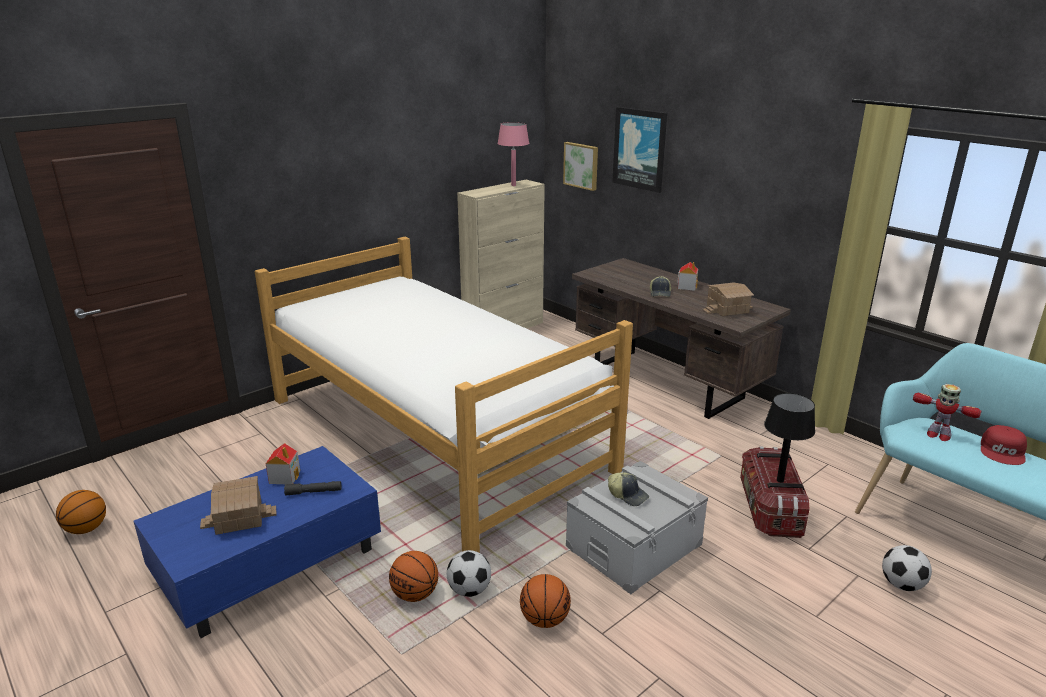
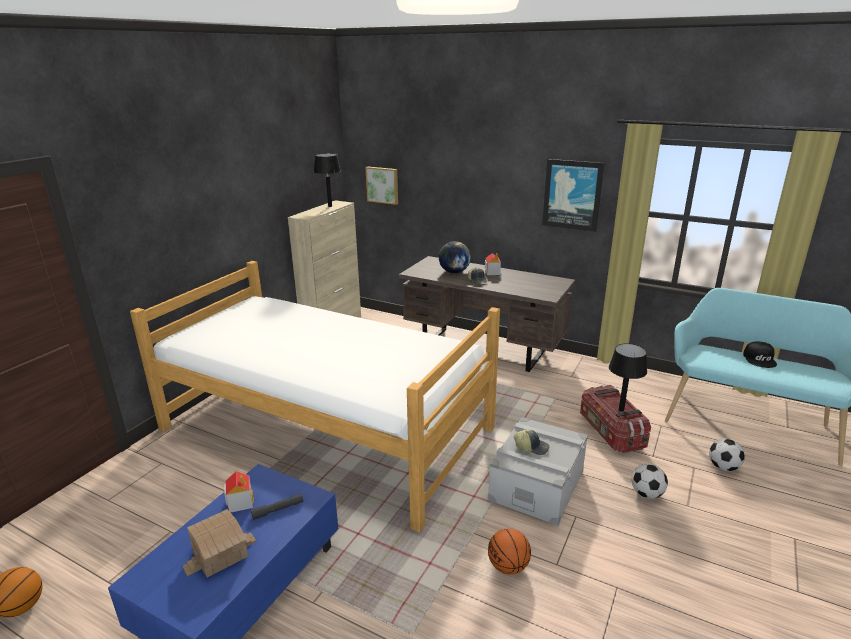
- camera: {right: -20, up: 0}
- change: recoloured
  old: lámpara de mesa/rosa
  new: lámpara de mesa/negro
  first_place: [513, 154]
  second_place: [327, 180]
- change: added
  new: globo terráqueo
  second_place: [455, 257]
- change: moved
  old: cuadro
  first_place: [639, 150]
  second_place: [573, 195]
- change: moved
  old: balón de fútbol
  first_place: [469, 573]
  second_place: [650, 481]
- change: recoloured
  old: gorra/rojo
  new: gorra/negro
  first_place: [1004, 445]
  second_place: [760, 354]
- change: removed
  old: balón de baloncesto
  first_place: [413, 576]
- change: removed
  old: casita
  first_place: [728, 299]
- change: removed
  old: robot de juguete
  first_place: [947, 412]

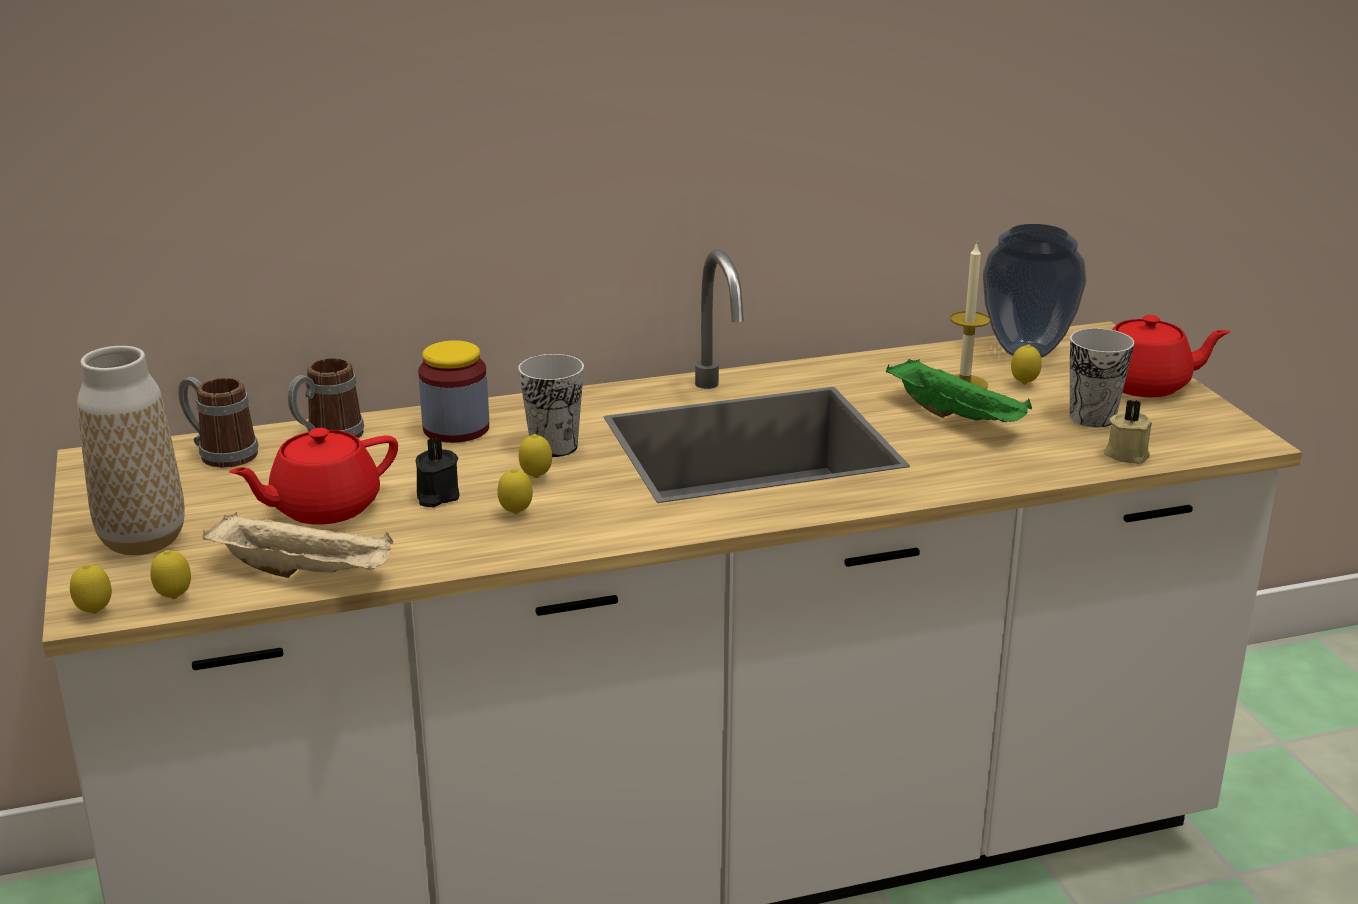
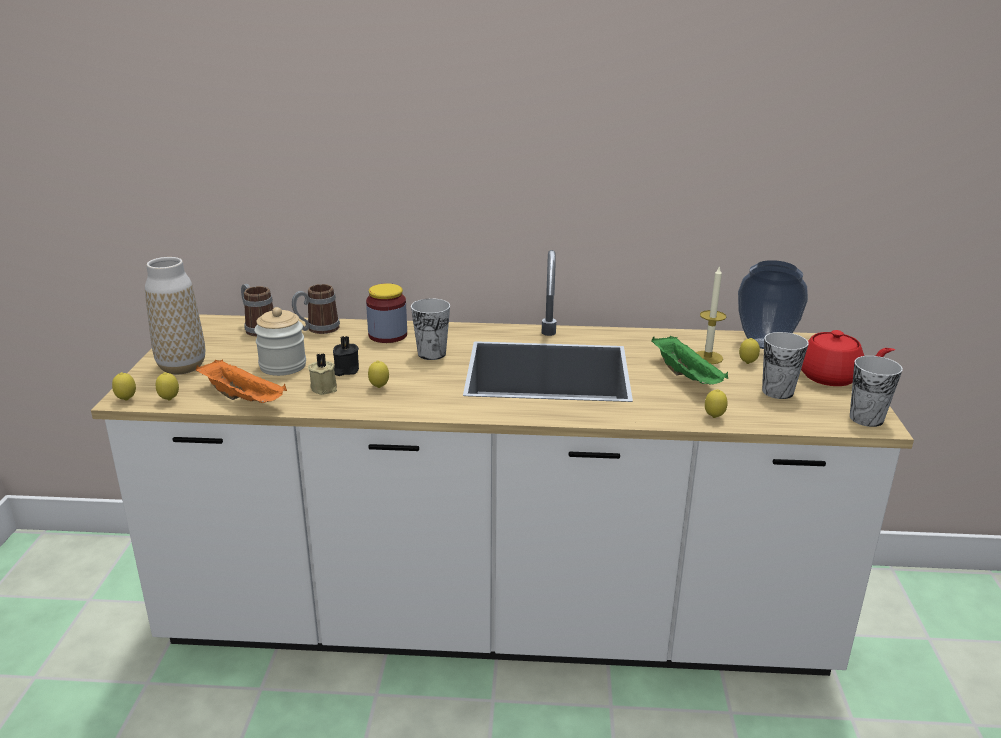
- camera: {right: 20, up: 0}
- change: recoloured
  old: bandeja/beis
  new: bandeja/naranja
  first_place: [297, 545]
  second_place: [241, 381]
- change: replaced
  old: tetera/rojo
  new: tarro
  first_place: [313, 476]
  second_place: [280, 341]
- change: moved
  old: vela/beis
  first_place: [1128, 432]
  second_place: [322, 374]
- change: moved
  old: limón
  first_place: [535, 456]
  second_place: [716, 403]
- change: added
  new: taza
  second_place: [876, 391]

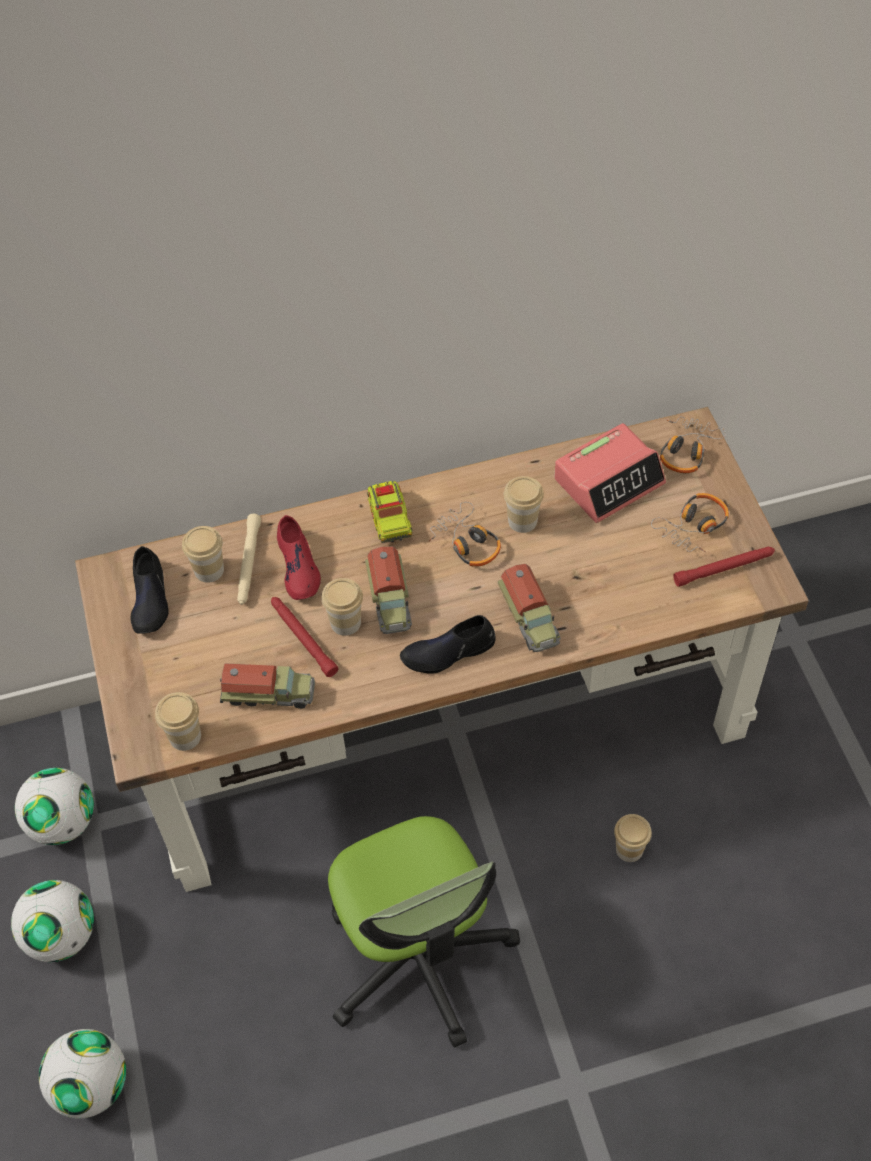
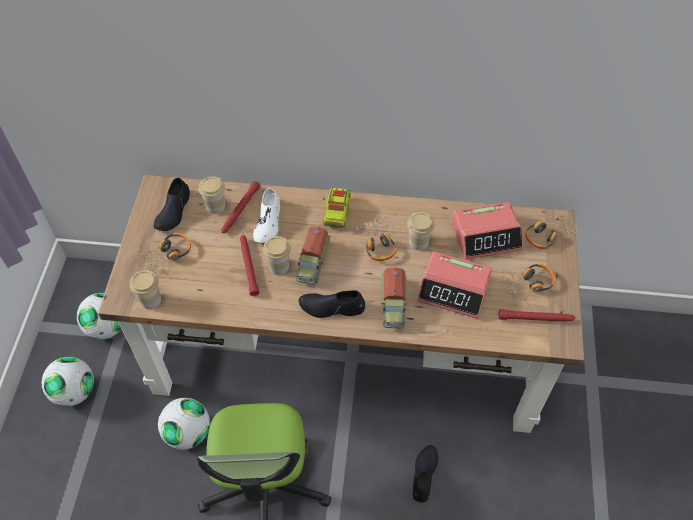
- camera: {right: 20, up: 0}
- change: added
  new: auriculares
  second_place: [163, 253]
- change: moved
  old: balón de fútbol
  first_place: [82, 1074]
  second_place: [184, 424]
- change: recoloured
  old: linterna/beis
  new: linterna/rojo
  first_place: [249, 559]
  second_place: [240, 207]
- change: recoloured
  old: zapato/rojo
  new: zapato/blanco
  first_place: [299, 557]
  second_place: [266, 215]
- change: replaced
  old: taza
  new: zapato/negro
  first_place: [633, 838]
  second_place: [425, 473]
- change: added
  new: despertador
  second_place: [454, 285]
- change: removed
  old: camión de juguete
  first_place: [267, 686]

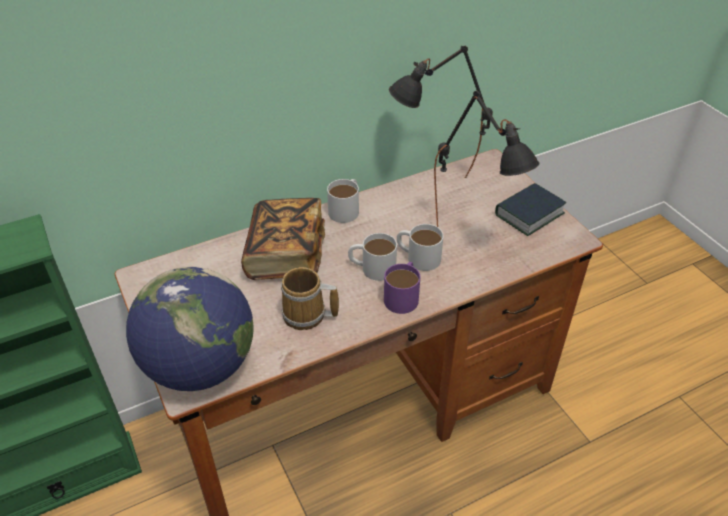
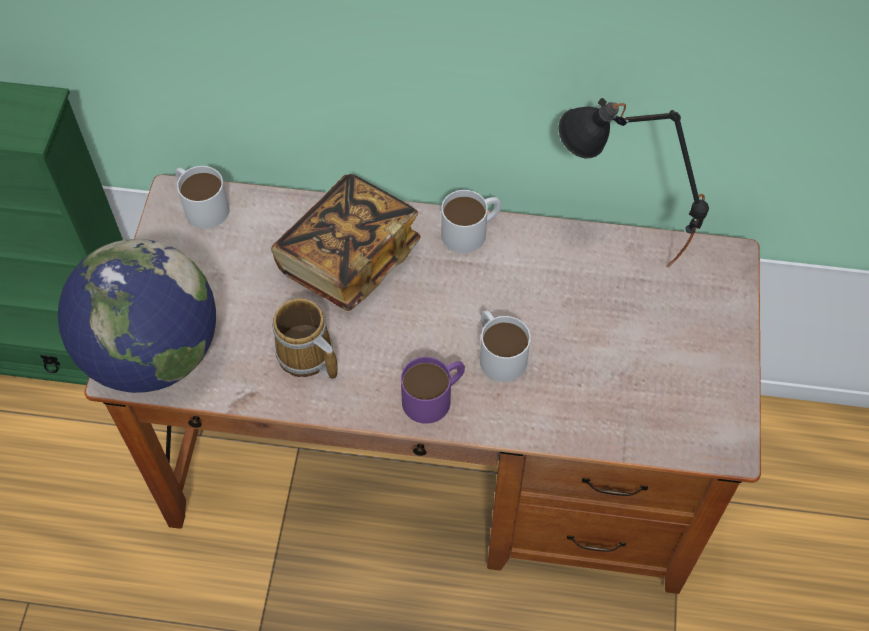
- camera: {right: 35, up: 15}
- change: moved
  old: taza grande/blanco
  first_place: [372, 257]
  second_place: [202, 197]
- change: removed
  old: lámpara de mesa/negro
  first_place: [487, 159]
- change: removed
  old: libro
  first_place: [530, 209]

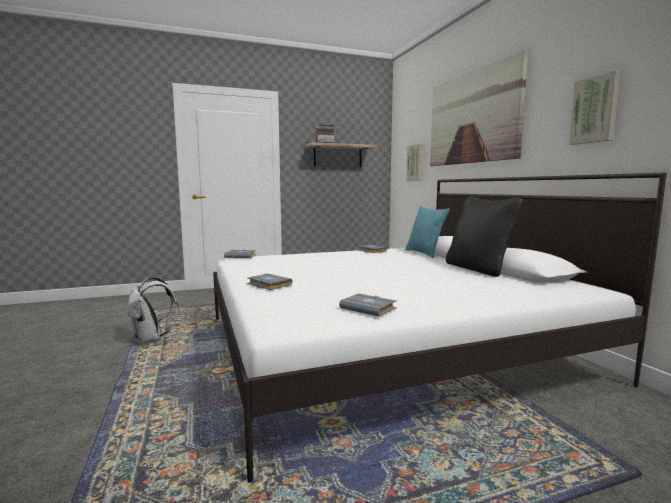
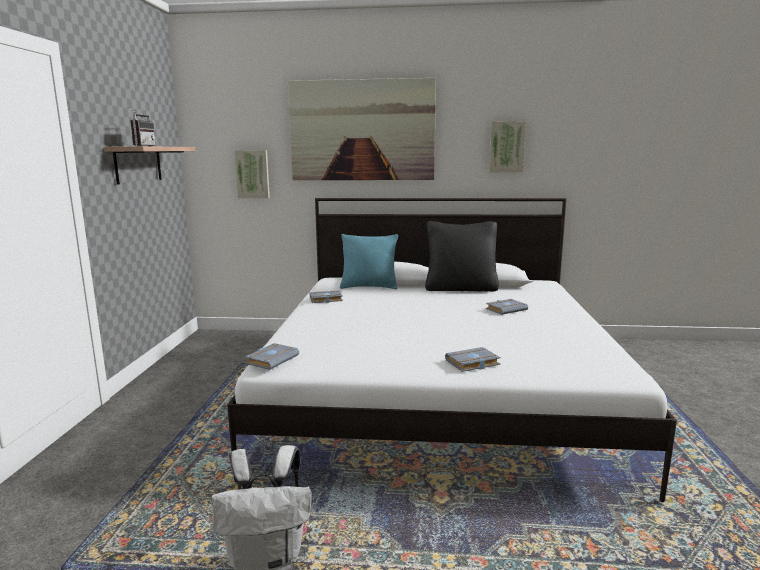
- camera: {right: -65, up: 5}
- change: moved
  old: libro/gris
  first_place: [367, 305]
  second_place: [507, 307]

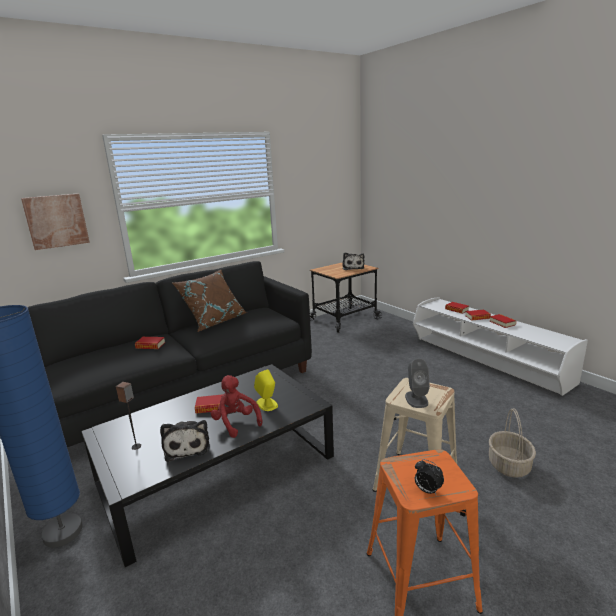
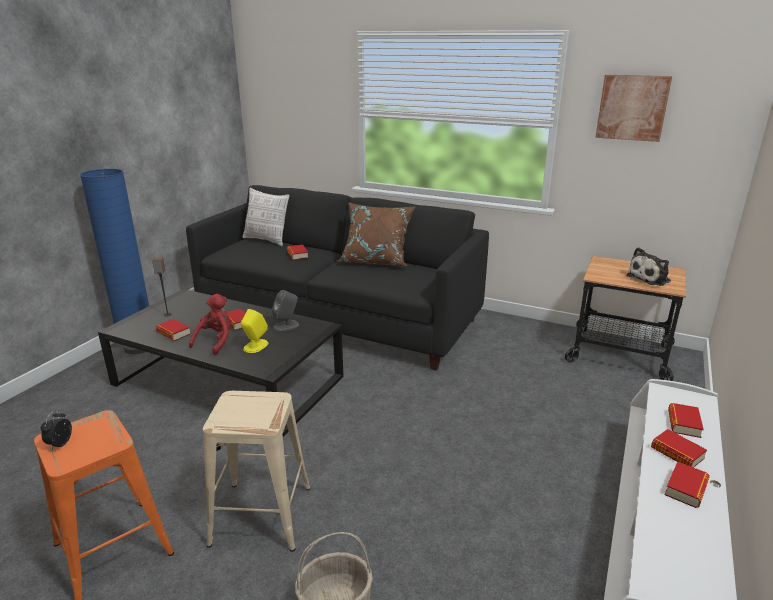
- camera: {right: 60, up: 5}
- change: replaced
  old: peluche
  new: libro
  first_place: [185, 441]
  second_place: [173, 330]
- change: added
  new: cojín
  second_place: [265, 216]
- change: moved
  old: altavoz/gris
  first_place: [417, 383]
  second_place: [285, 310]
- change: moved
  old: cuadro
  first_place: [55, 222]
  second_place: [633, 108]

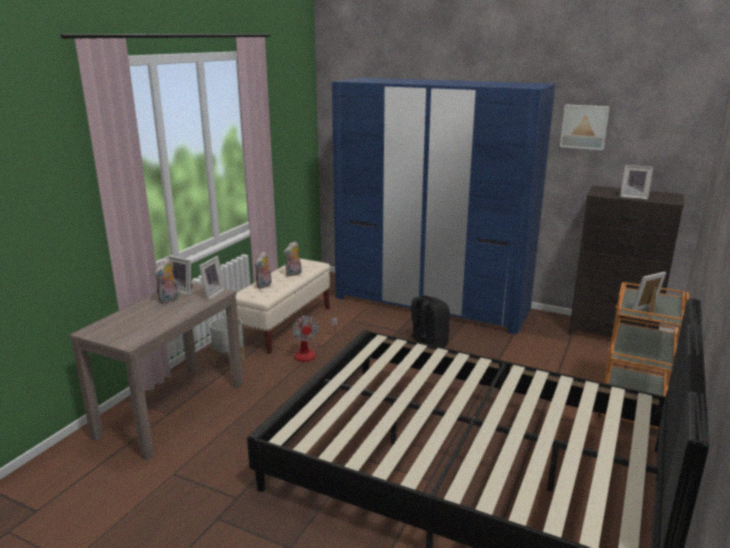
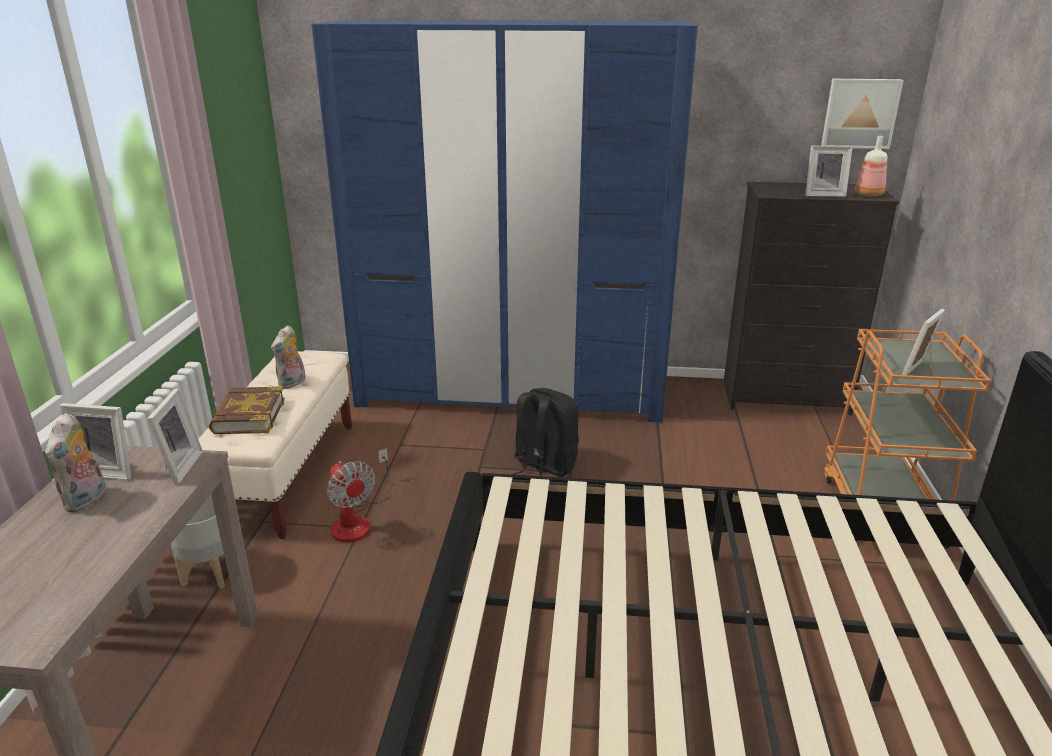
- camera: {right: -20, up: 5}
- change: replaced
  old: peluche
  new: libro
  first_place: [263, 270]
  second_place: [247, 410]
- change: moved
  old: cuadro
  first_place: [585, 127]
  second_place: [862, 114]
- change: added
  new: botella
  second_place: [871, 166]

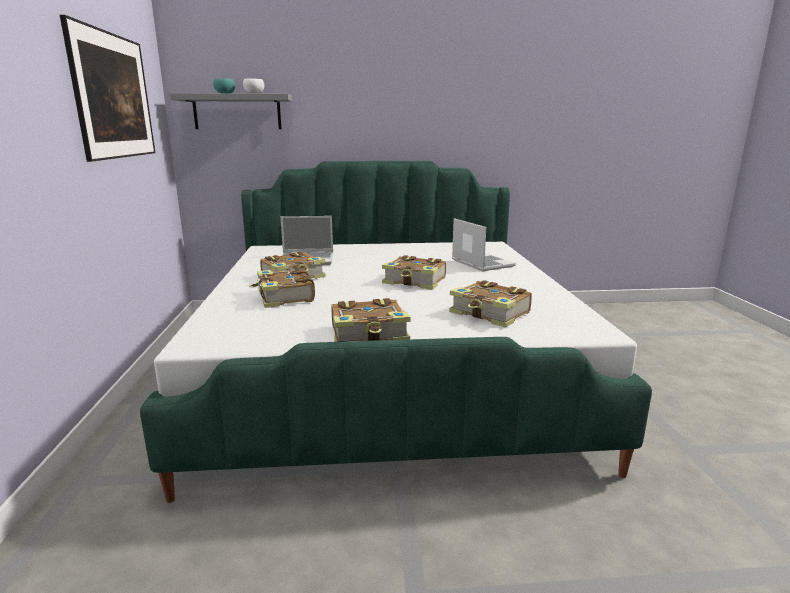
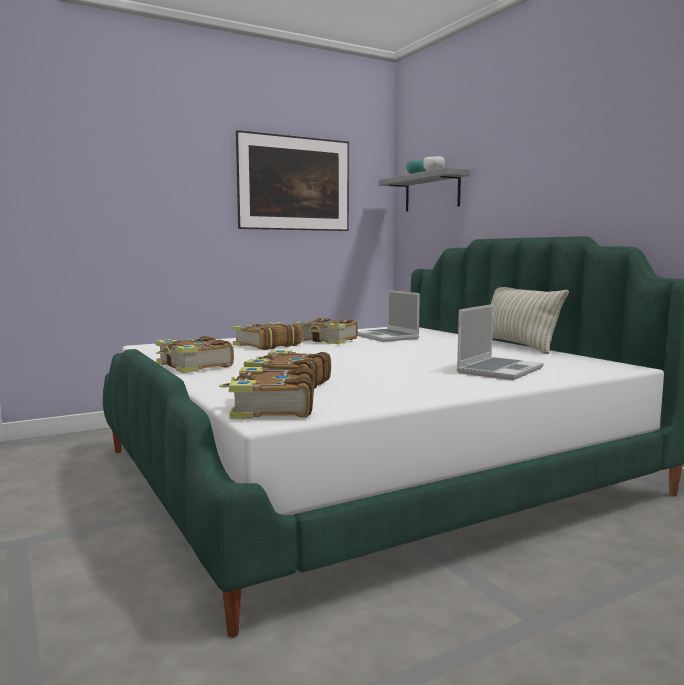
- camera: {right: 65, up: -10}
- change: moved
  old: libro
  first_place: [414, 272]
  second_place: [266, 393]
- change: added
  new: cojín
  second_place: [530, 320]

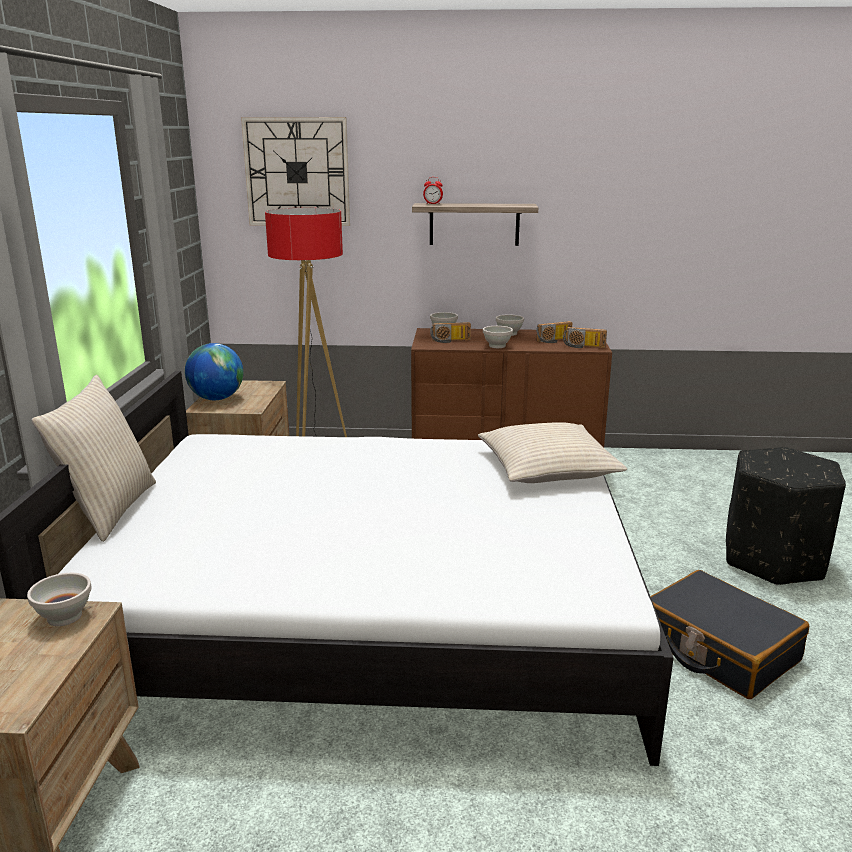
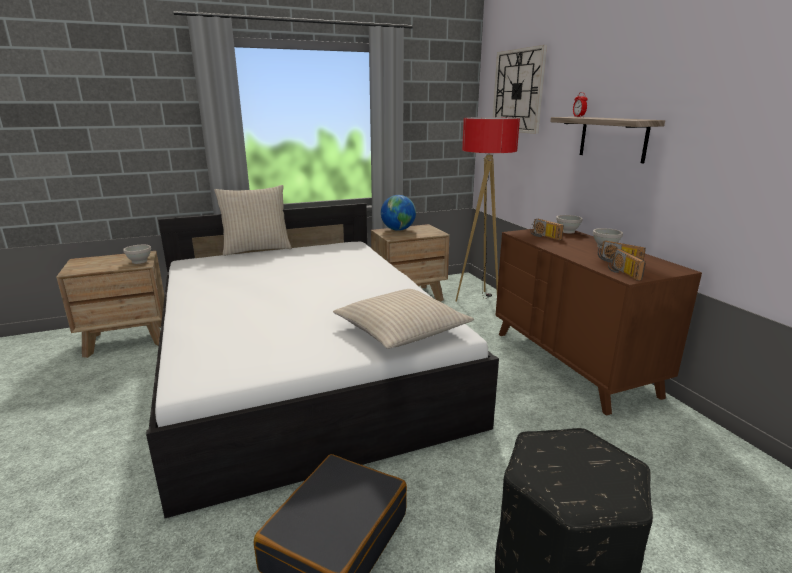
- camera: {right: 65, up: 0}
- change: removed
  old: cuenco/blanco
  first_place: [498, 337]

